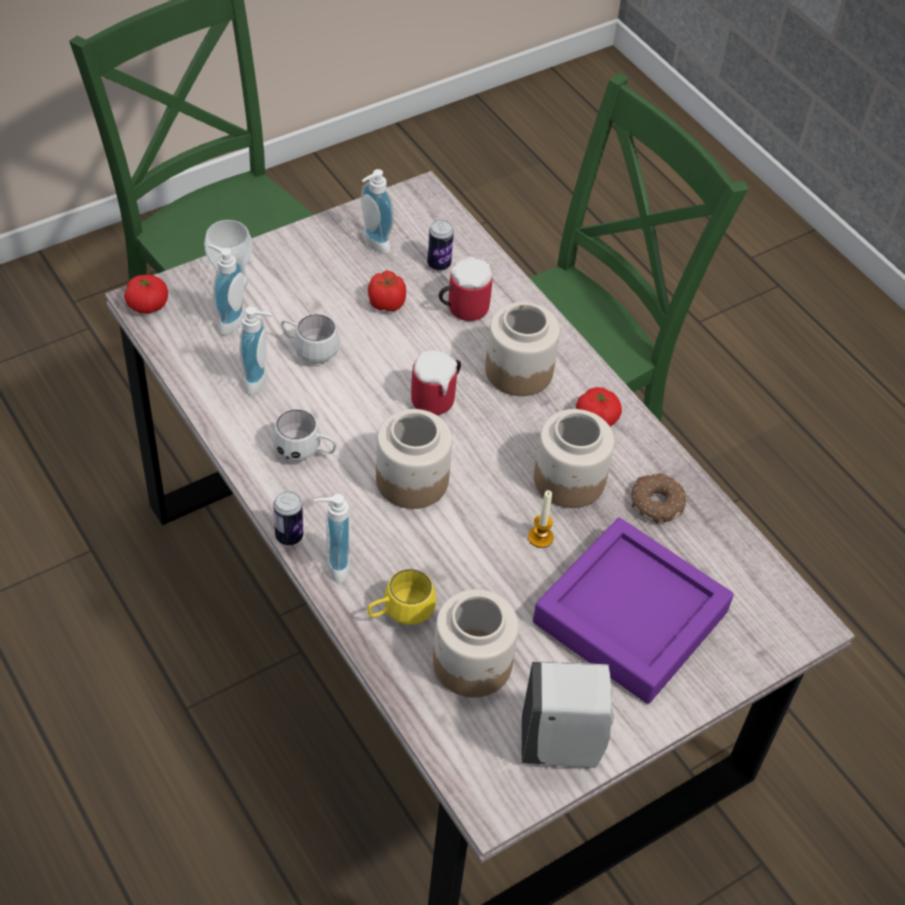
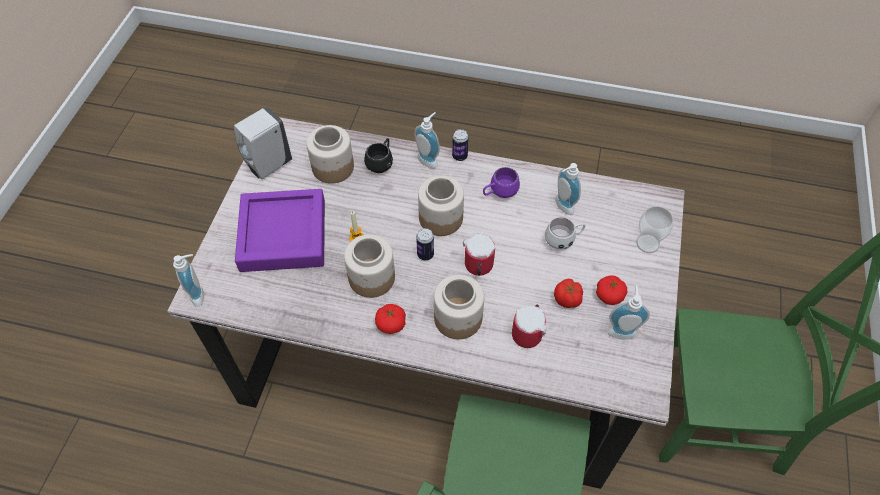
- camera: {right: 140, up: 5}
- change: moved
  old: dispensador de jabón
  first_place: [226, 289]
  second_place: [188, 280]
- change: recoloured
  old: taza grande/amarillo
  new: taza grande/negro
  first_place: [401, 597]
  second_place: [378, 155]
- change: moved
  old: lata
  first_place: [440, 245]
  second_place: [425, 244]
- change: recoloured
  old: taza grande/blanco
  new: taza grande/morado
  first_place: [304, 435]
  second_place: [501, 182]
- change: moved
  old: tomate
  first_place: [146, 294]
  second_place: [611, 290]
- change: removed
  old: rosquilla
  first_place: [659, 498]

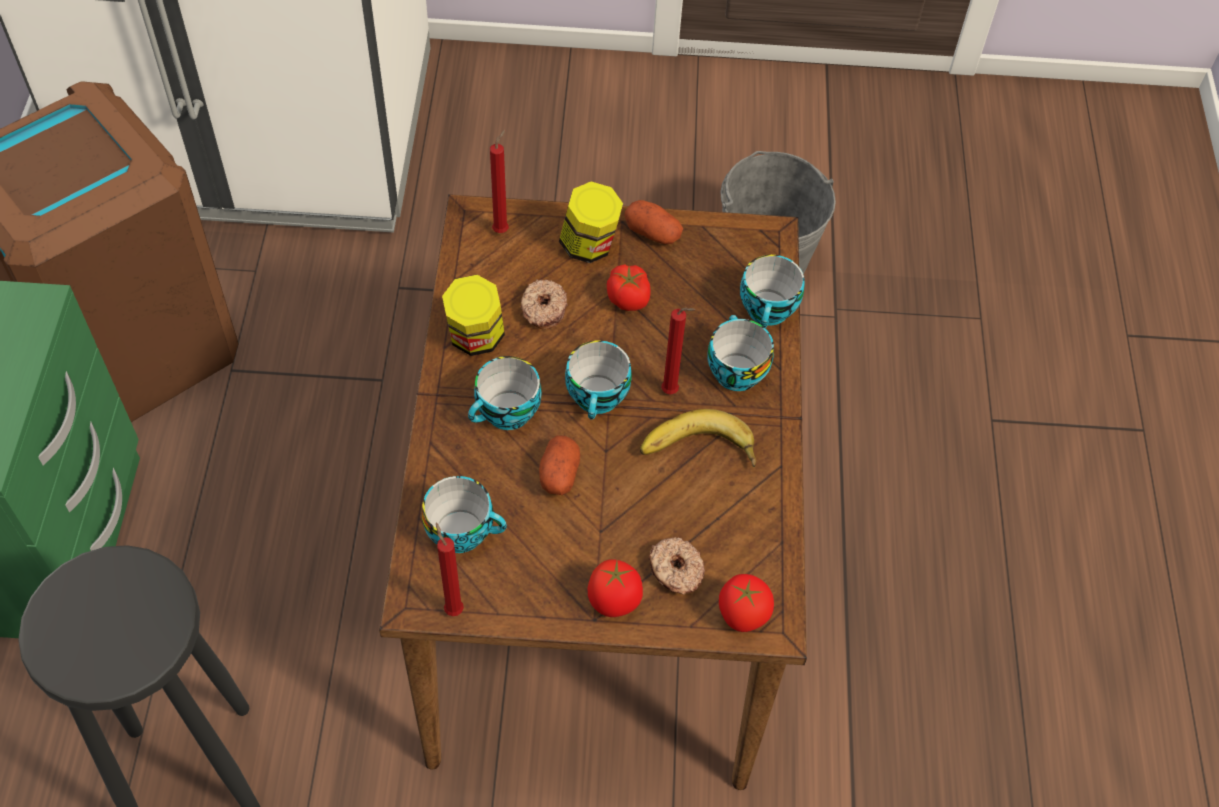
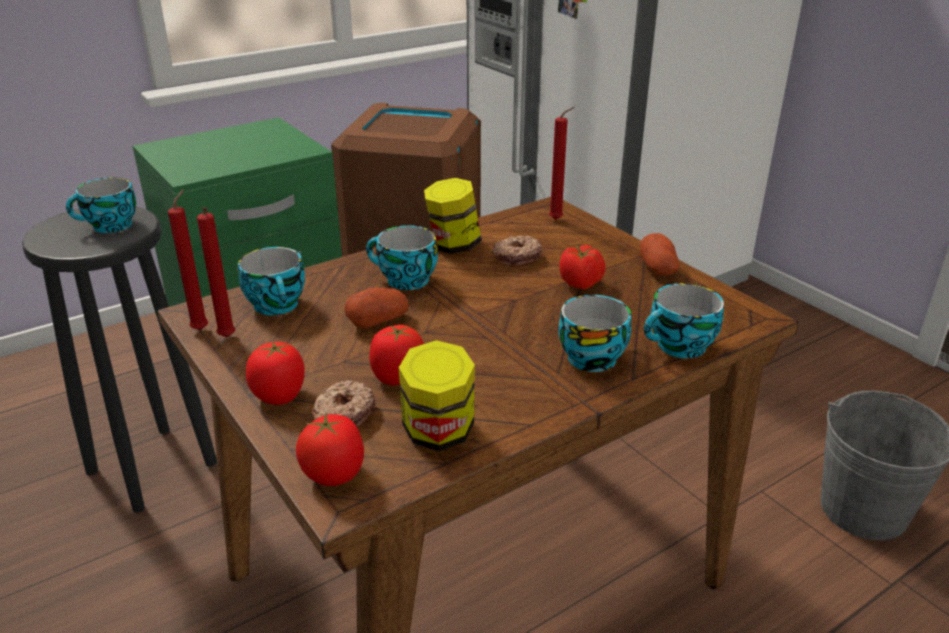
- camera: {right: 55, up: -25}
- change: moved
  old: taza
  first_place: [598, 379]
  second_place: [101, 205]
- change: moved
  old: vela/rojo
  first_place: [678, 351]
  second_place: [216, 272]
- change: added
  new: tomate
  second_place: [396, 355]
- change: moved
  old: tarro
  first_place: [591, 222]
  second_place: [437, 395]
- change: removed
  old: plátano
  first_place: [698, 438]

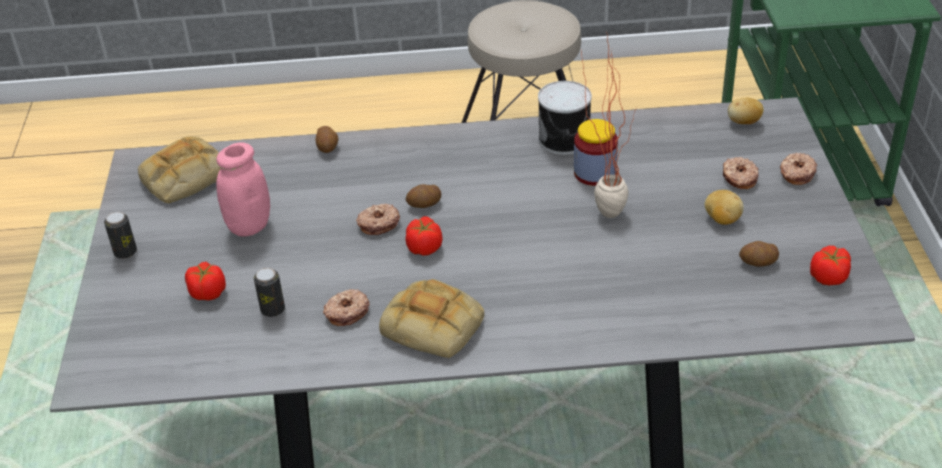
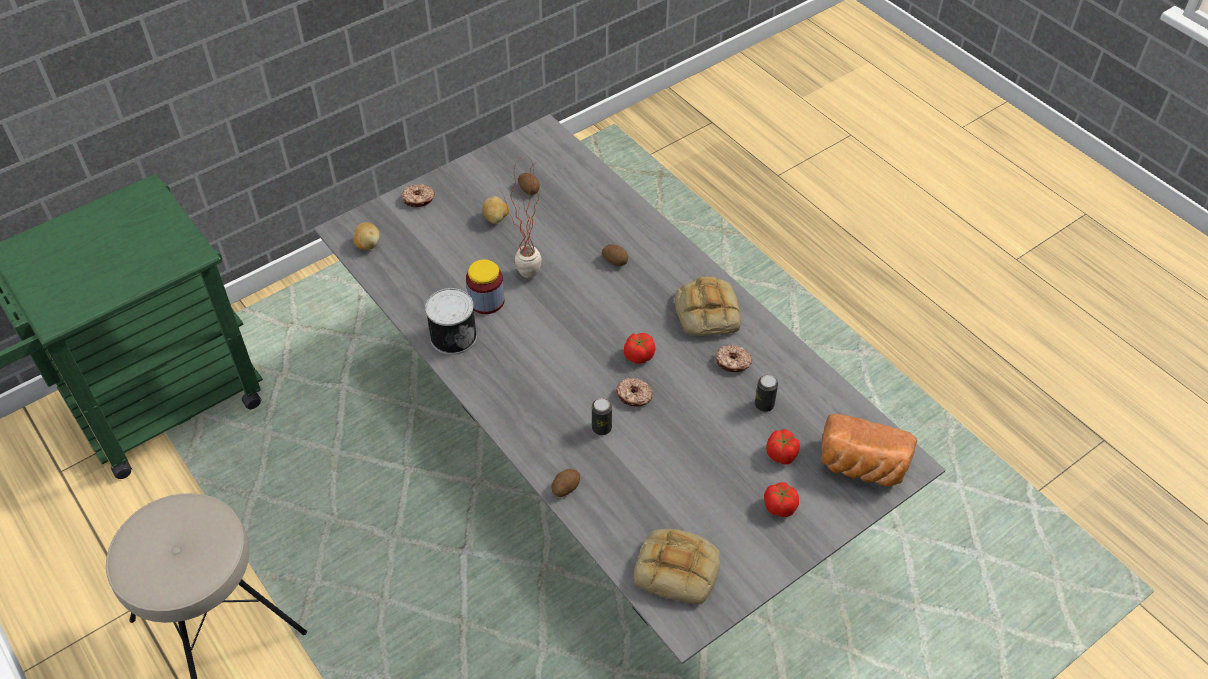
- camera: {right: -125, up: 10}
- change: moved
  old: lata
  first_place: [120, 235]
  second_place: [602, 416]
- change: moved
  old: patata
  first_place: [423, 196]
  second_place: [615, 255]
- change: moved
  old: tomate
  first_place: [830, 265]
  second_place: [781, 499]
- change: added
  new: pan
  second_place: [869, 450]
- change: removed
  old: tarro/rosa
  first_place: [243, 189]
- change: removed
  old: rosquilla
  first_place: [741, 173]

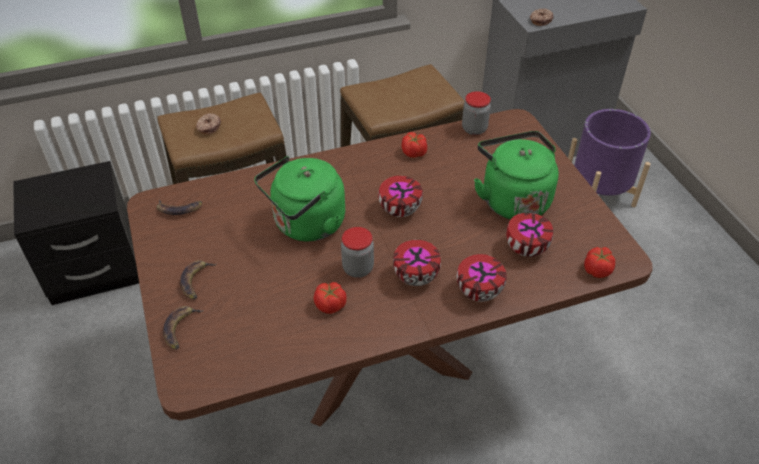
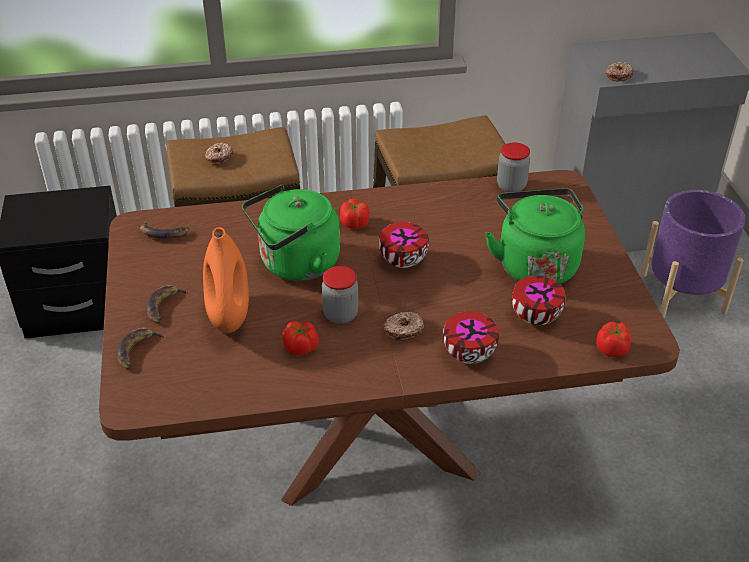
- camera: {right: 10, up: -5}
- change: added
  new: florero/naranja
  second_place: [226, 280]
- change: moved
  old: tomate
  first_place: [414, 145]
  second_place: [355, 214]
- change: replaced
  old: cuenco
  new: rosquilla
  first_place: [417, 263]
  second_place: [404, 326]

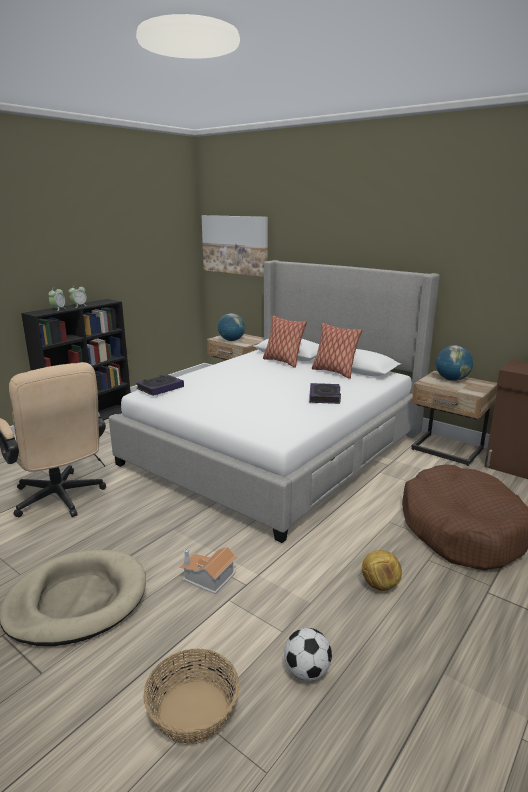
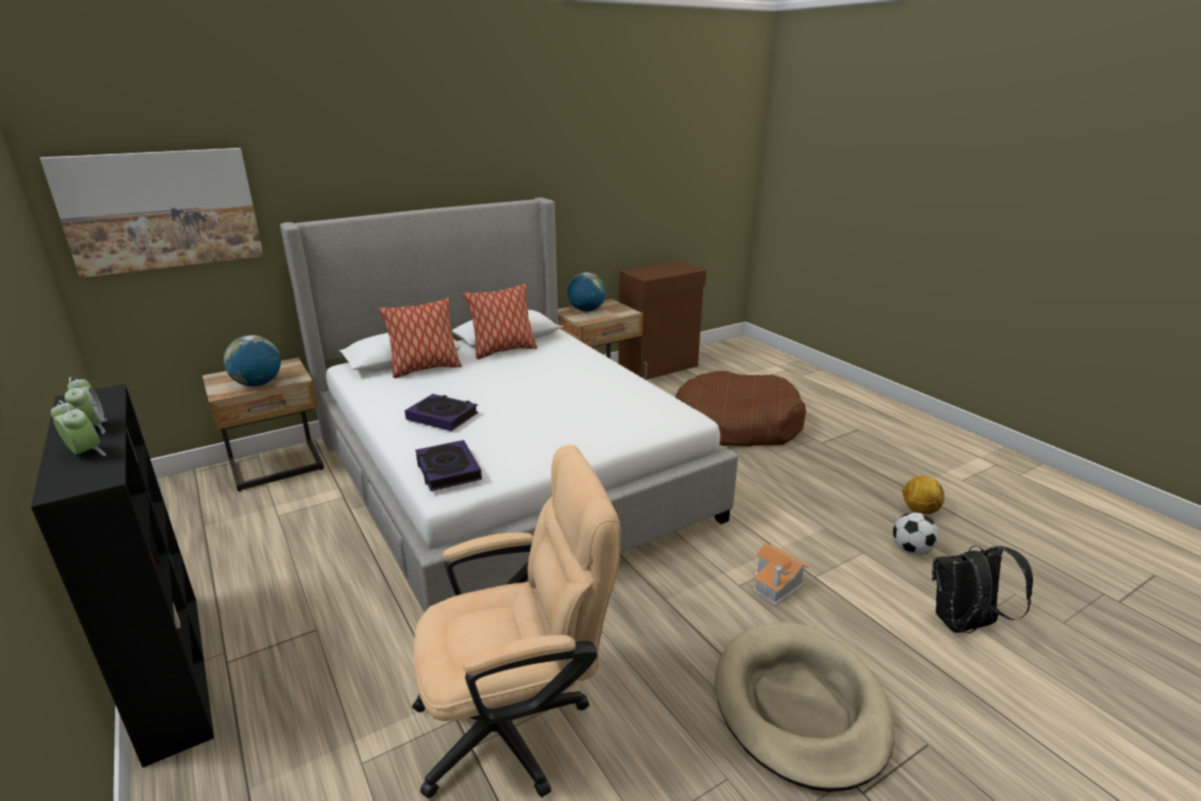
- camera: {right: -70, up: 5}
- change: moved
  old: libro
  first_place: [325, 393]
  second_place: [441, 412]
- change: moved
  old: balón de fútbol
  first_place: [382, 570]
  second_place: [923, 495]
- change: replaced
  old: cesta
  new: mochila/negro
  first_place: [191, 697]
  second_place: [982, 589]

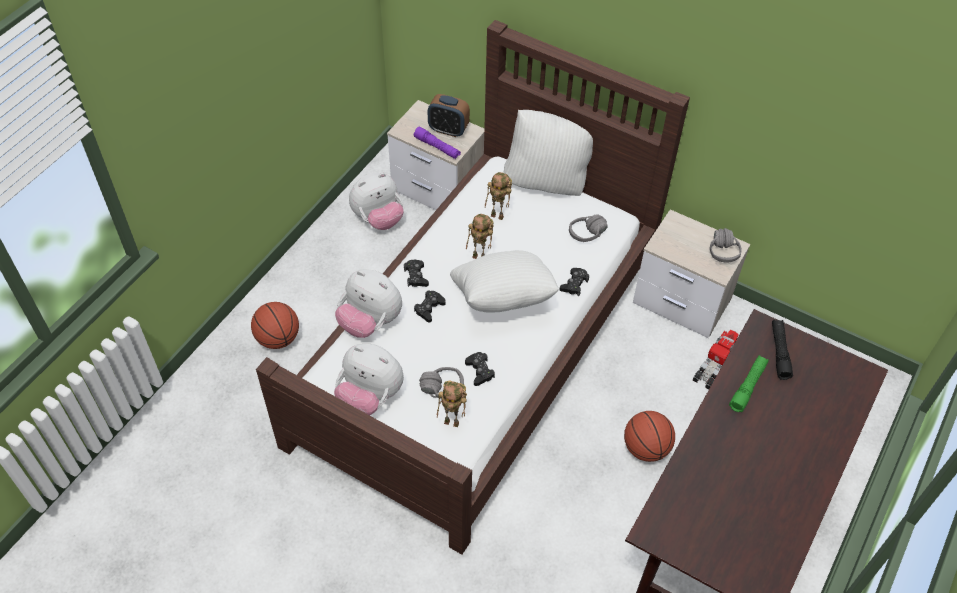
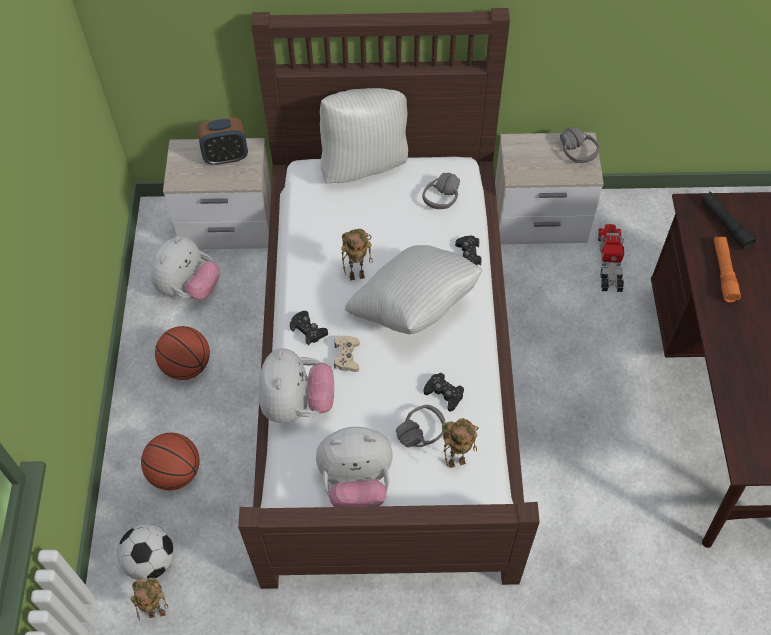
- camera: {right: -30, up: 5}
- change: added
  new: balón de fútbol
  second_place: [145, 552]
- change: moved
  old: robot de juguete
  first_place: [498, 196]
  second_place: [149, 599]
- change: moved
  old: balón de baloncesto
  first_place: [649, 436]
  second_place: [182, 353]
- change: turned
  old: peluche
  first_place: [368, 303]
  second_place: [296, 385]
  degrees: -90
- change: recoloured
  old: mando de consola/negro
  new: mando de consola/beis
  first_place: [430, 306]
  second_place: [347, 353]
- change: recoloured
  old: linterna/verde
  new: linterna/naranja
  first_place: [749, 383]
  second_place: [727, 269]
- change: removed
  old: linterna/morado
  first_place: [437, 143]

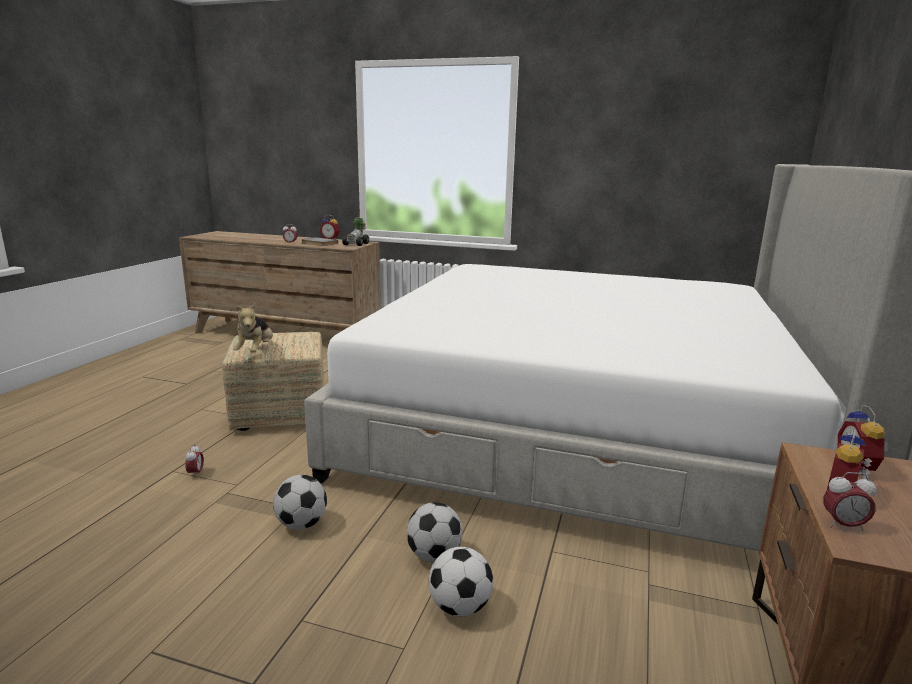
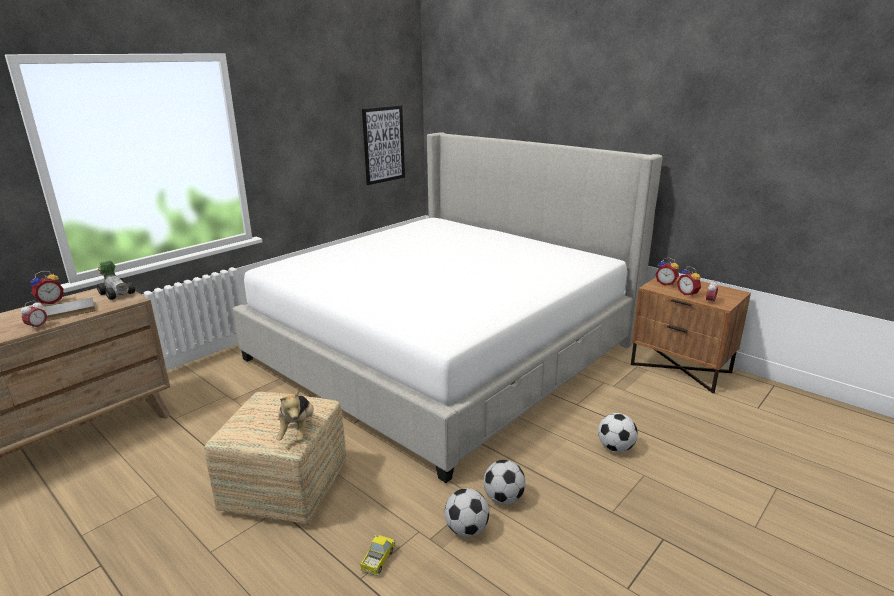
- camera: {right: -65, up: 5}
- change: turned
  old: peluche
  first_place: [253, 328]
  second_place: [295, 415]
  degrees: 60
- change: replaced
  old: despertador
  new: camión de juguete
  first_place: [194, 461]
  second_place: [378, 555]
- change: added
  new: cuadro
  second_place: [383, 145]
- change: moved
  old: balón de fútbol
  first_place: [435, 532]
  second_place: [467, 512]

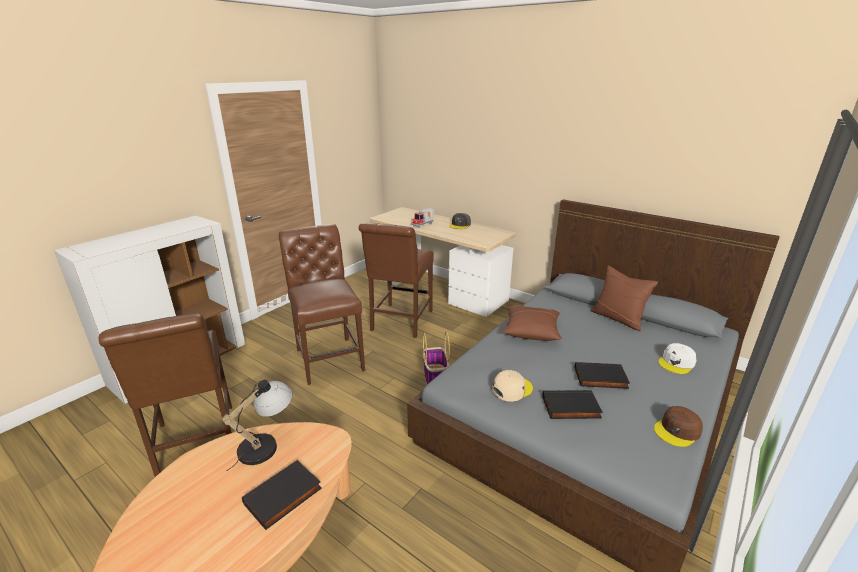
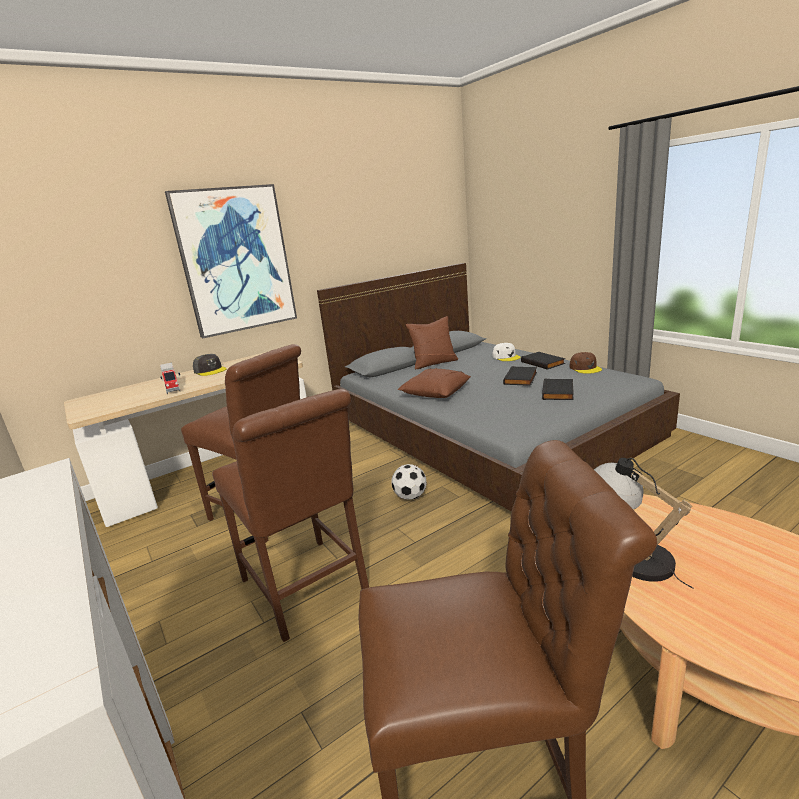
- camera: {right: -70, up: -5}
- change: added
  new: cuadro
  second_place: [231, 261]
- change: turned
  old: silla/marrón
  first_place: [322, 304]
  second_place: [290, 515]
  degrees: -120
- change: replaced
  old: cesta
  new: balón de fútbol
  first_place: [436, 357]
  second_place: [409, 482]
- change: moved
  old: libro/negro
  first_place: [282, 495]
  second_place: [543, 361]
- change: removed
  old: gorra/beis
  first_place: [512, 386]

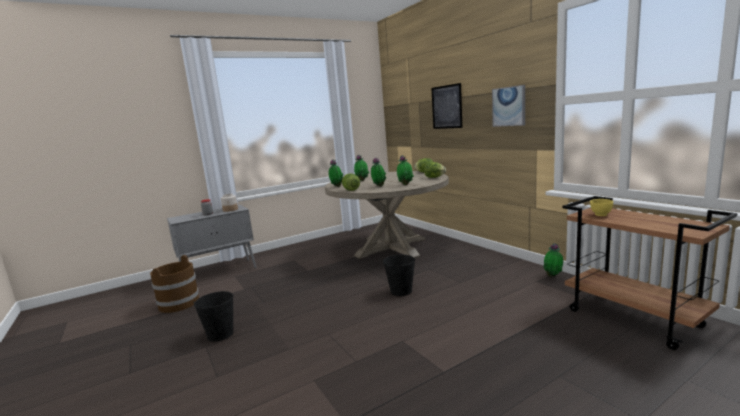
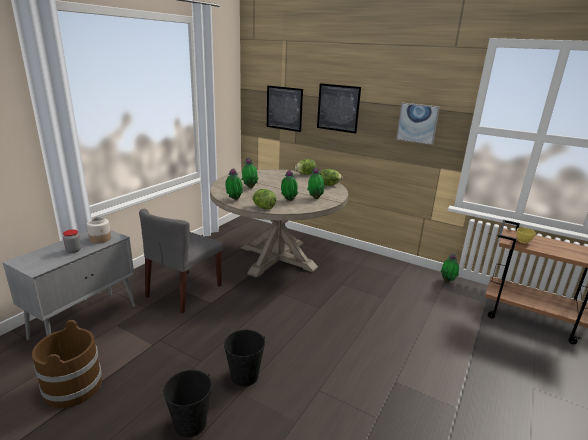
- camera: {right: -30, up: 10}
- change: added
  new: silla/gris
  second_place: [181, 261]
- change: moved
  old: cubo/negro
  first_place: [399, 275]
  second_place: [244, 358]
- change: added
  new: cuadro
  second_place: [285, 109]

